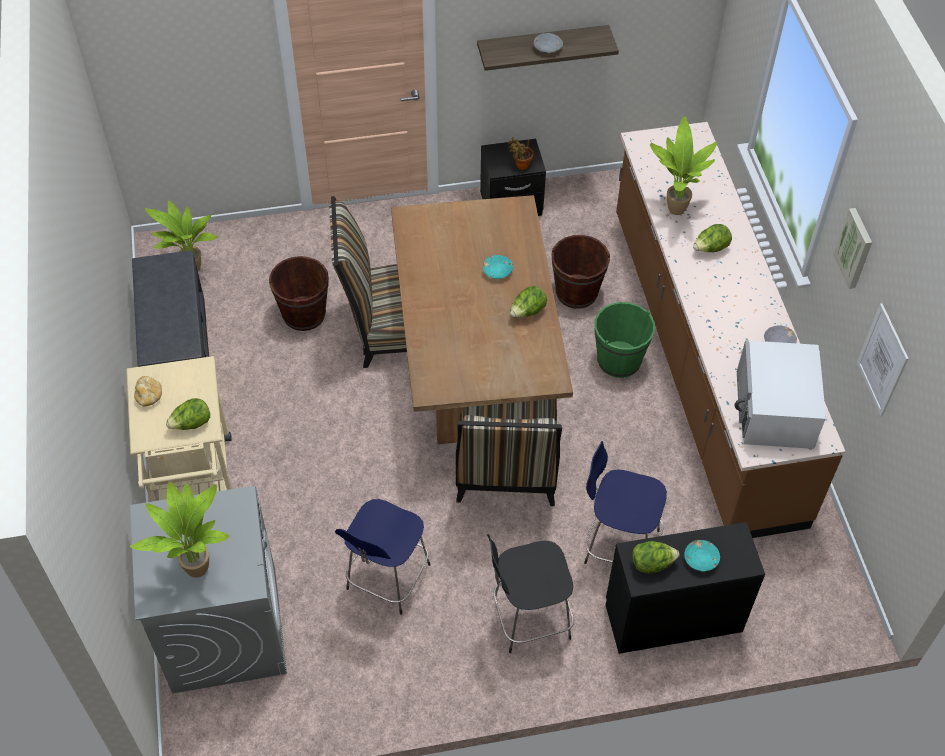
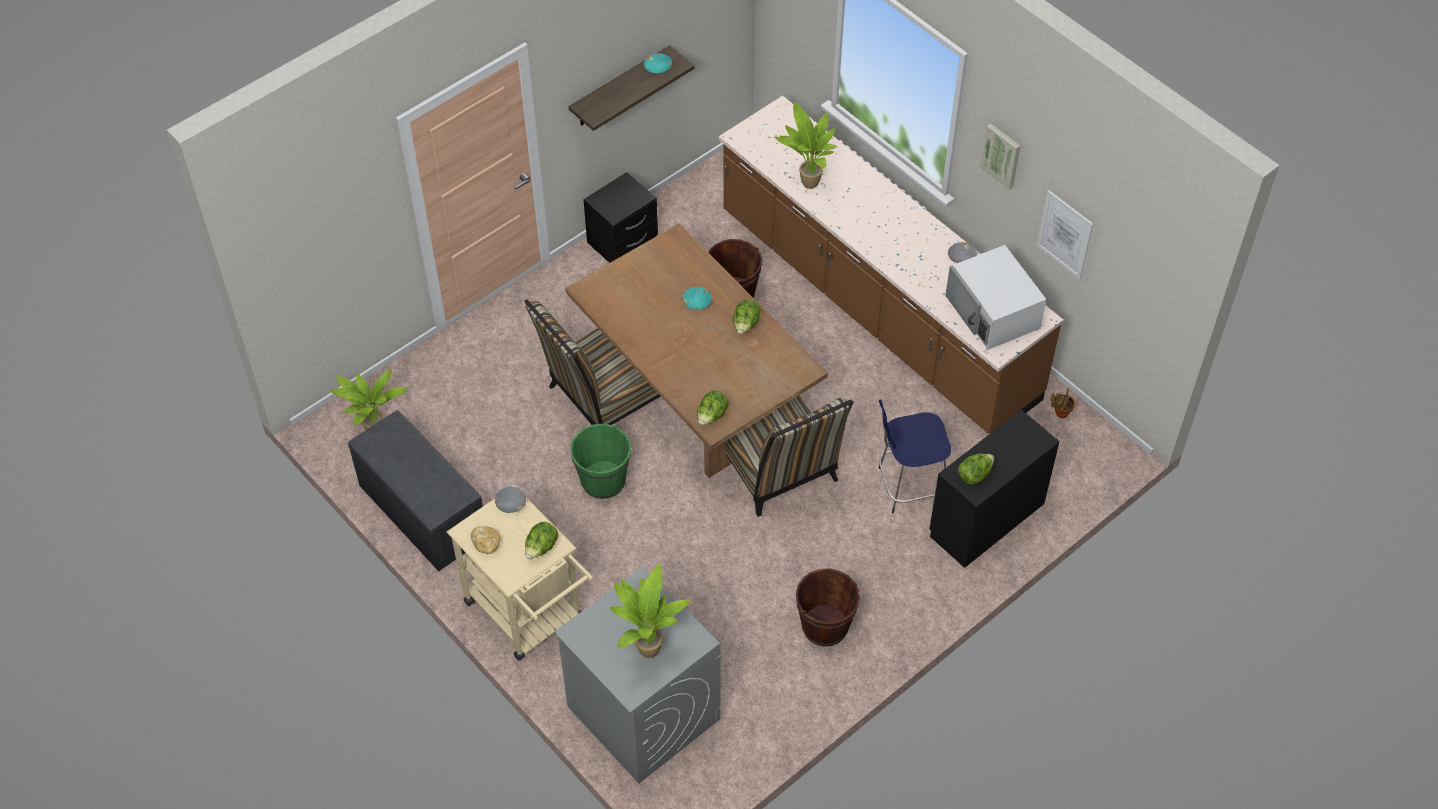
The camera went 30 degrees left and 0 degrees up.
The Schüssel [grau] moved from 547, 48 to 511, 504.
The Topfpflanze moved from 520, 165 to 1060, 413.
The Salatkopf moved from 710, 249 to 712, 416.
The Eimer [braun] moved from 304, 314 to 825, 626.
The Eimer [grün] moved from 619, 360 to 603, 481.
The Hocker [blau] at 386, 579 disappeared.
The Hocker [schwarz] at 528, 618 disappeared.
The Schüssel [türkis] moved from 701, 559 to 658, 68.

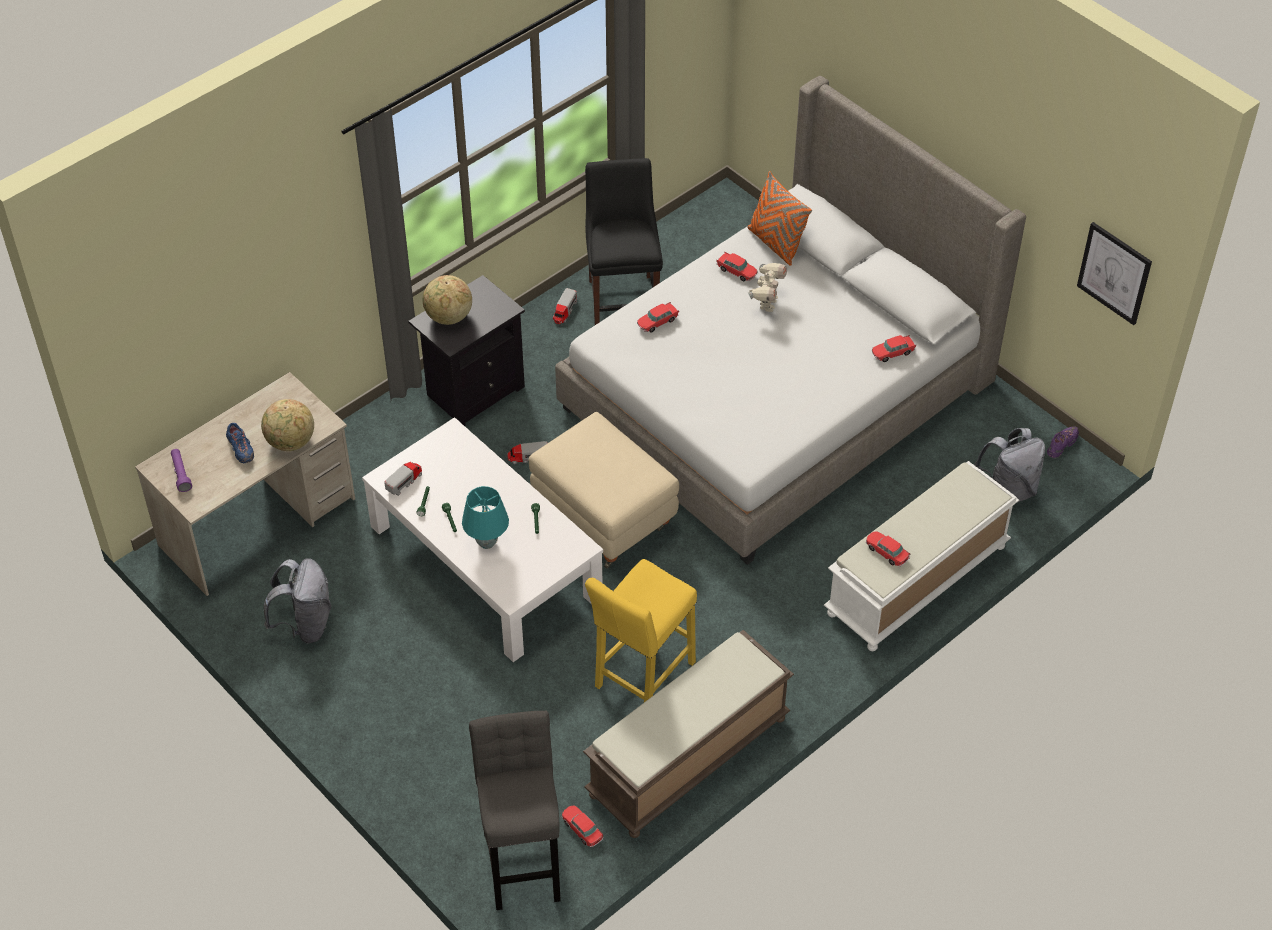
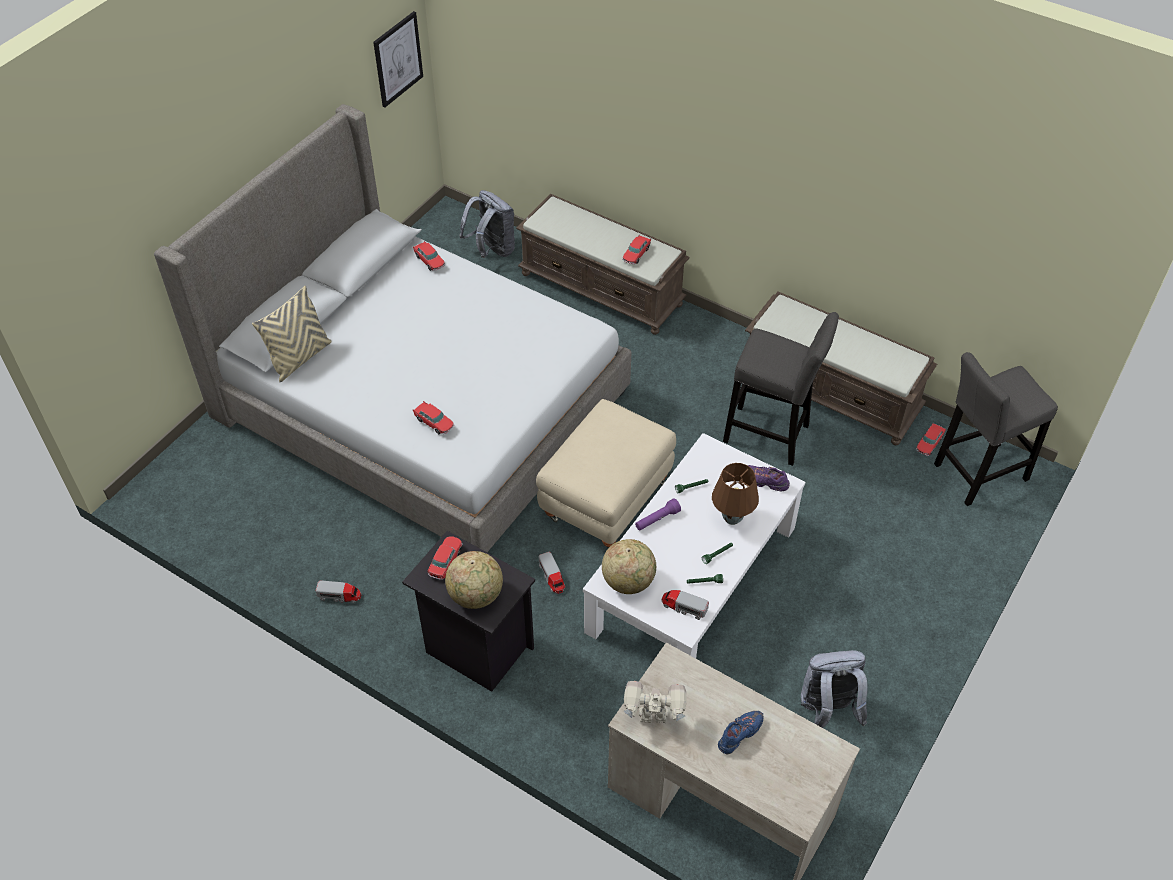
The camera went 105 degrees left and 0 degrees up.
The Stuhl [schwarz] at 623, 297 disappeared.
The Kissen [orange] at 775, 243 became the Kissen [beige] at 300, 358.
The Spielzeugauto moved from 737, 271 to 445, 561.
The Spielzeugroboter moved from 766, 303 to 653, 718.
The Globus moved from 291, 442 to 628, 581.
The Schuh [lila] moved from 1061, 445 to 765, 482.
The Taschenlampe [lila] moved from 181, 474 to 657, 520.
The Bank [weiß] at 917, 581 became the Bank [braun] at 602, 289.
The Tischlampe [türkis] at 487, 543 became the Tischlampe [braun] at 732, 518.
The Hocker [gelb] at 642, 679 became the Hocker [grau] at 770, 436.

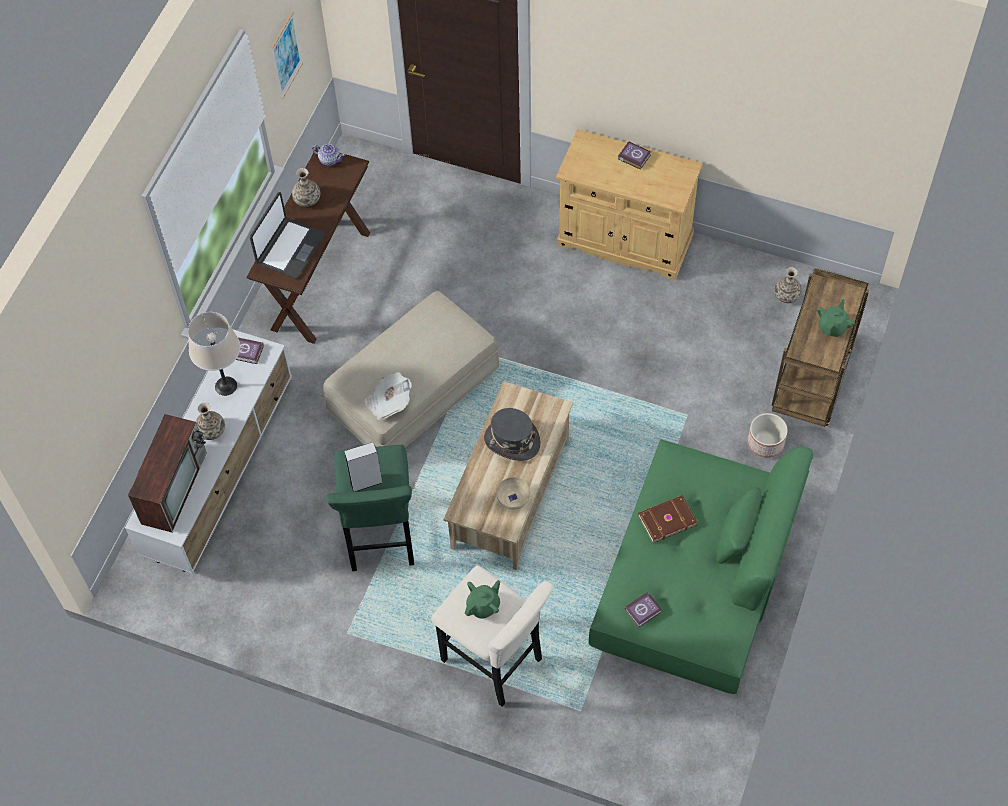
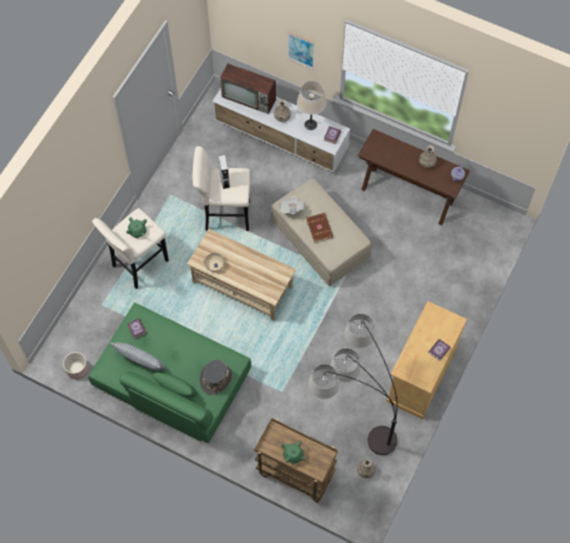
The camera went 95 degrees right and 5 degrees up.
The Bild moved from 286, 55 to 301, 50.
The Laptop at 289, 249 disappeared.
The Hut [grau] moved from 512, 441 to 216, 378.
The Pflanzkübel moved from 766, 443 to 77, 369.
The Hocker [grün] at 380, 539 became the Hocker [beige] at 224, 215.
The Buch [braun] moved from 666, 519 to 320, 228.
The Stehlampe at 351, 421 appeared.
The Kissen at 140, 360 appeared.

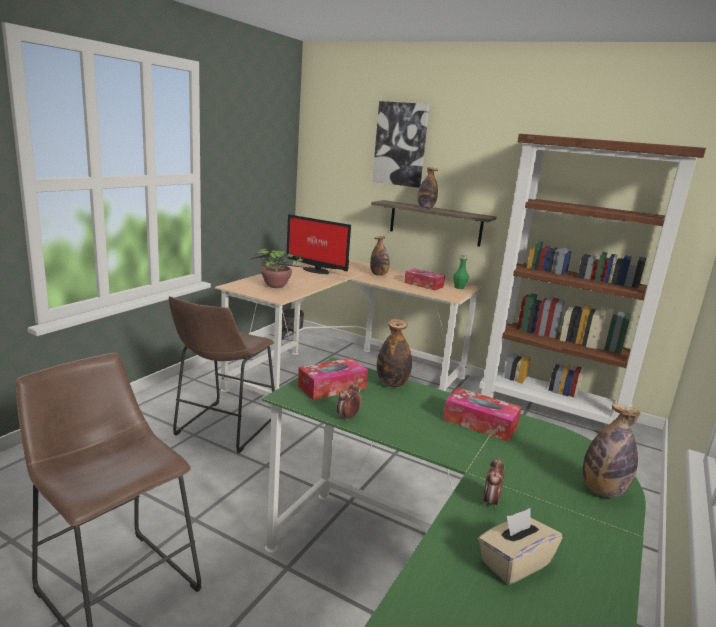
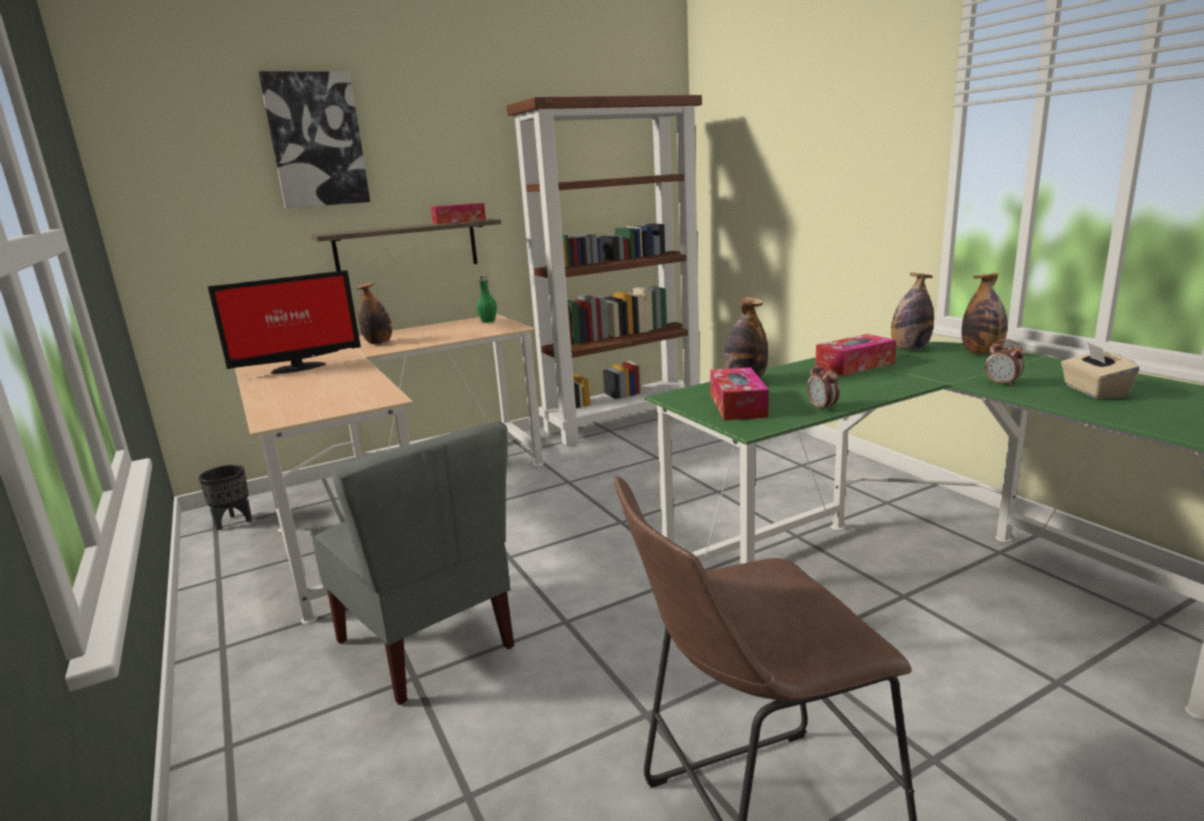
The camera went 55 degrees left and 0 degrees up.
The Flasche moved from 425, 207 to 909, 349.
The Topfpflanze at 277, 286 disappeared.
The Taschentuchbox moved from 423, 284 to 459, 221.
The Hocker [braun] at 223, 428 was replaced by the Stuhl [grau] at 428, 643.

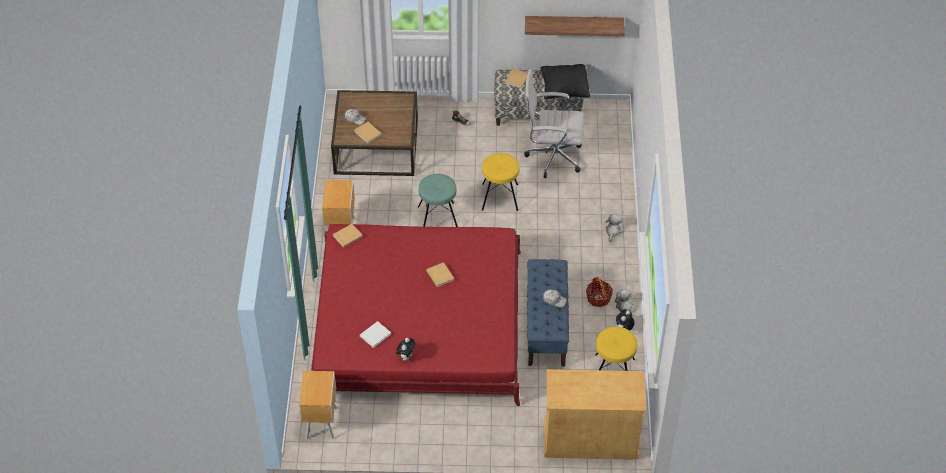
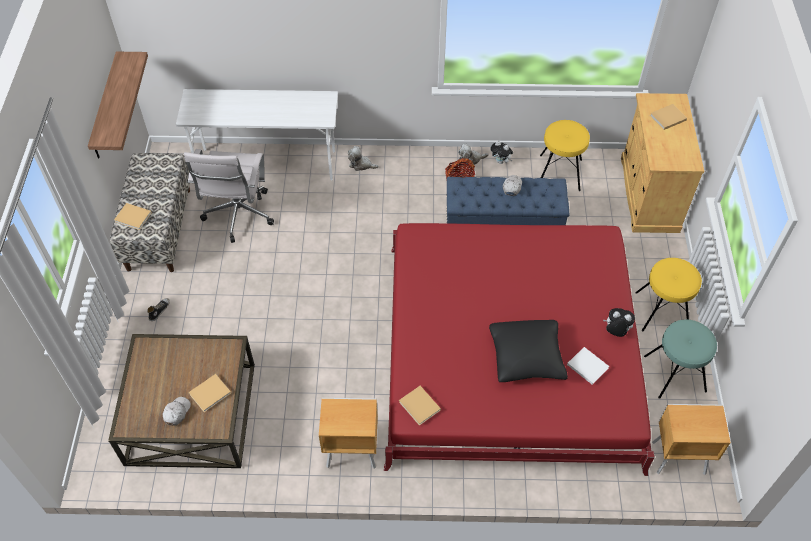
The camera went 90 degrees left and 5 degrees up.
The Kissen [schwarz] moved from 564, 88 to 526, 357.
The Hocker [gelb] moved from 500, 197 to 662, 311.
The Hocker [türkis] moved from 438, 218 to 675, 373.
The Buch [beige] moved from 439, 275 to 667, 118.
The Schreibtisch [weiß] at 268, 164 appeared.

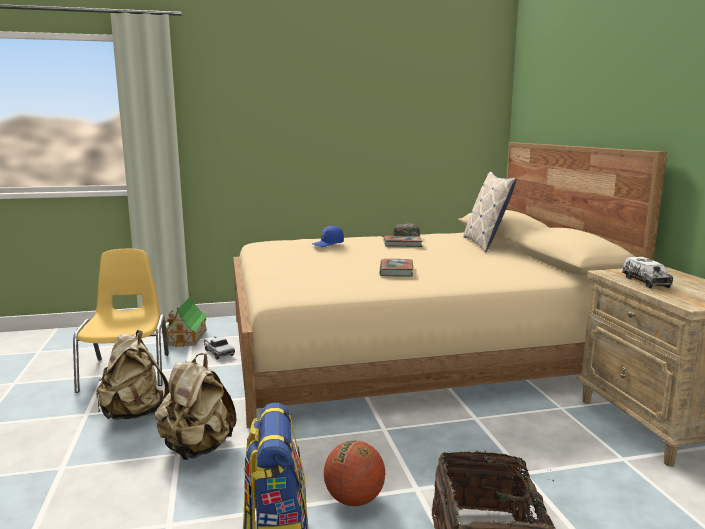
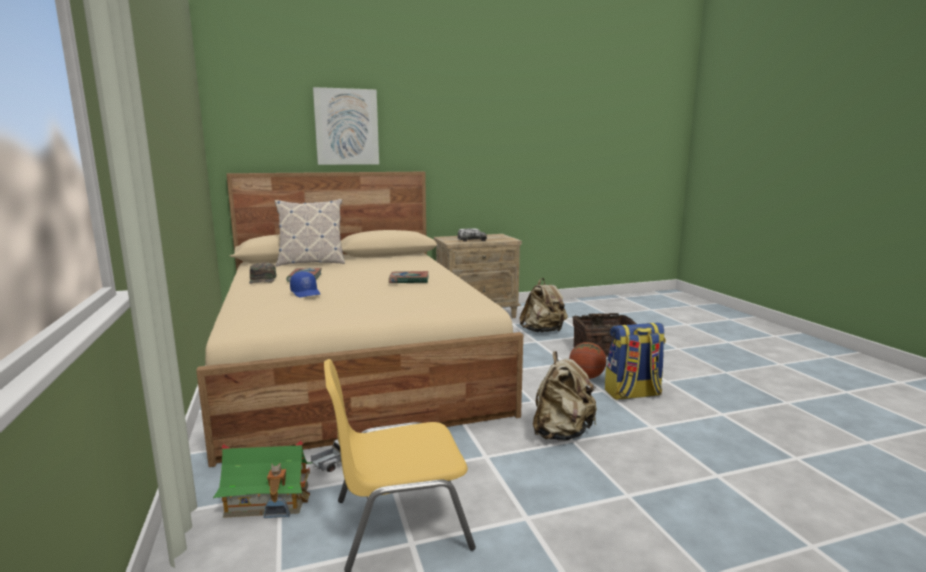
The camera went 95 degrees left and 0 degrees up.
The Rucksack [beige] moved from 135, 414 to 543, 331.
The Bild at 346, 127 appeared.

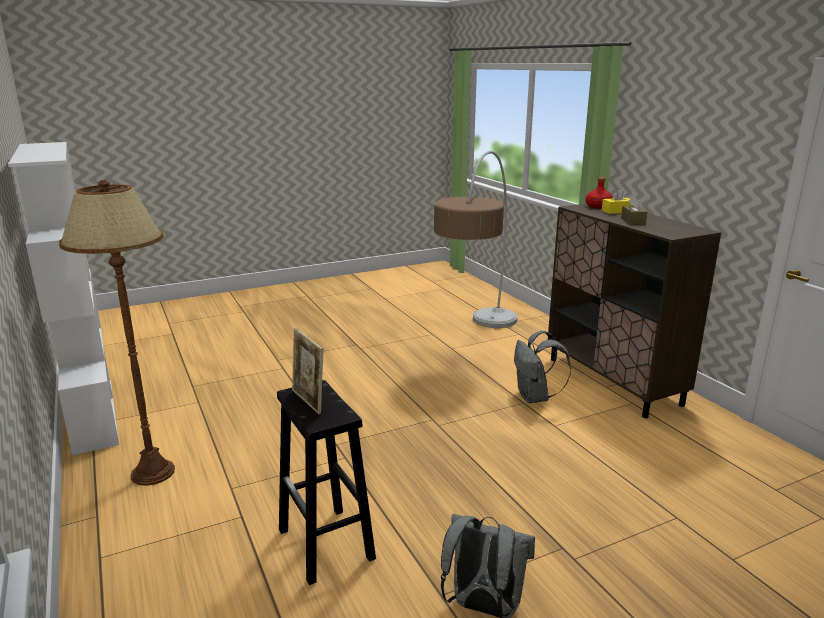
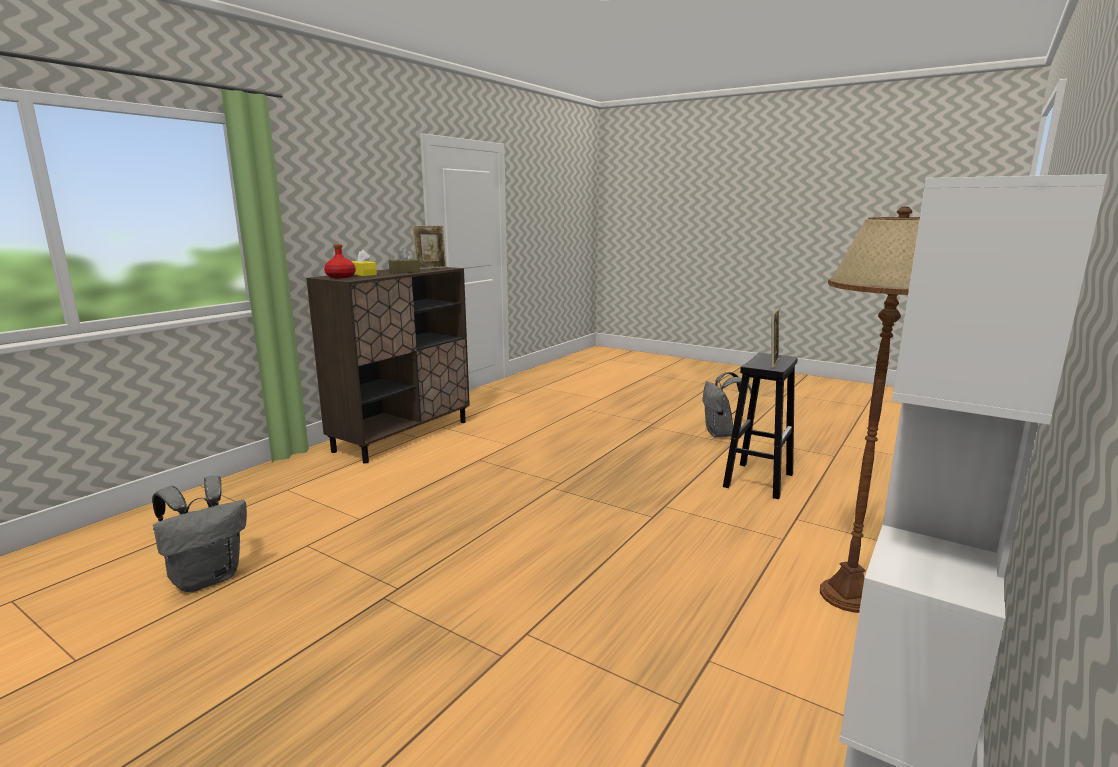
The camera went 120 degrees left and 5 degrees down.
The Stehlampe at 478, 342 disappeared.
The Rucksack [grau] moved from 535, 398 to 208, 578.
The Bilderrahmen at 431, 268 appeared.

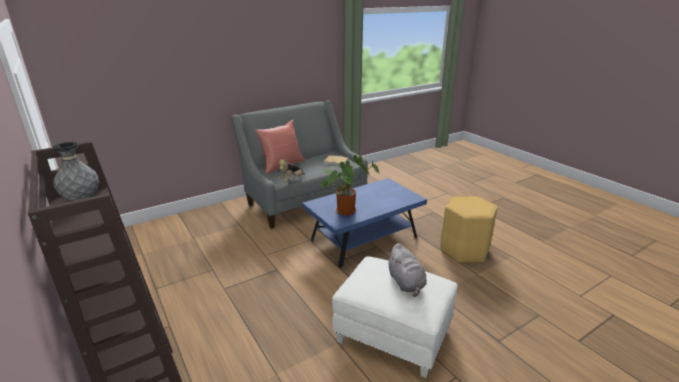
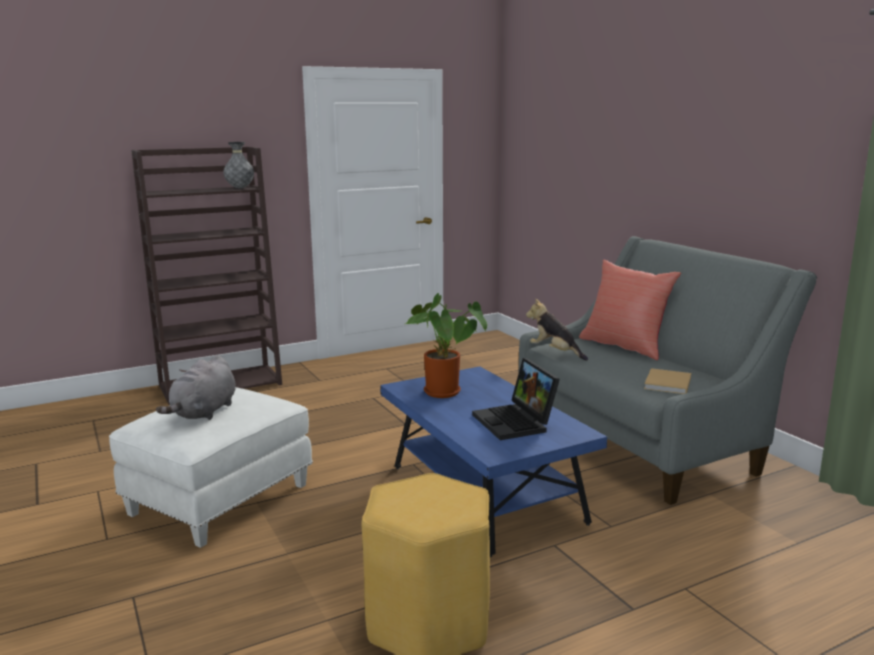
The camera went 95 degrees right and 10 degrees down.
The Plüschtier [grau] at 406, 283 turned 60 degrees counterclockwise.
The Laptop at 516, 423 appeared.

